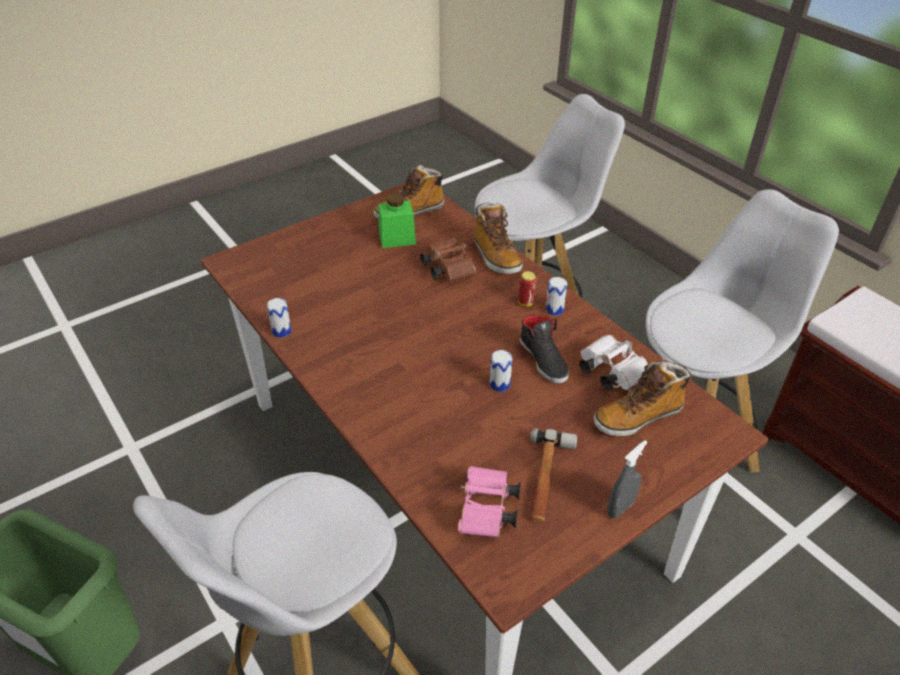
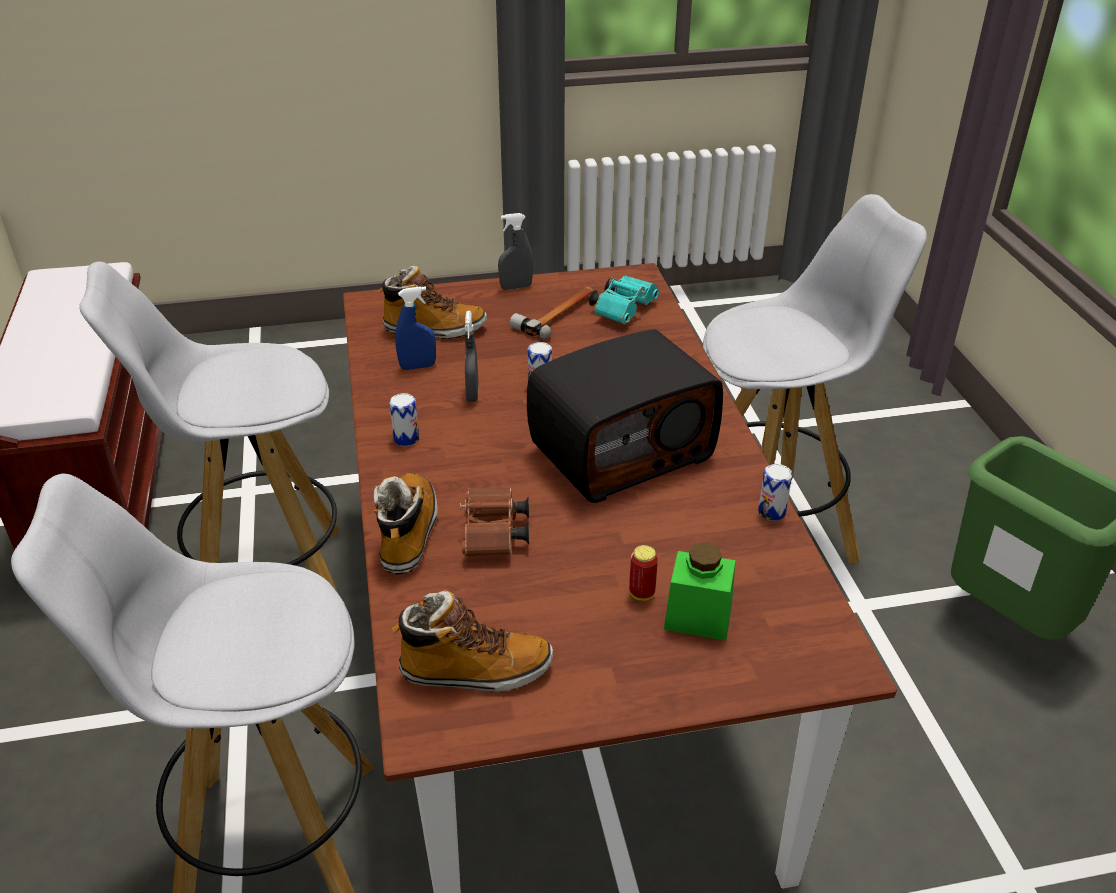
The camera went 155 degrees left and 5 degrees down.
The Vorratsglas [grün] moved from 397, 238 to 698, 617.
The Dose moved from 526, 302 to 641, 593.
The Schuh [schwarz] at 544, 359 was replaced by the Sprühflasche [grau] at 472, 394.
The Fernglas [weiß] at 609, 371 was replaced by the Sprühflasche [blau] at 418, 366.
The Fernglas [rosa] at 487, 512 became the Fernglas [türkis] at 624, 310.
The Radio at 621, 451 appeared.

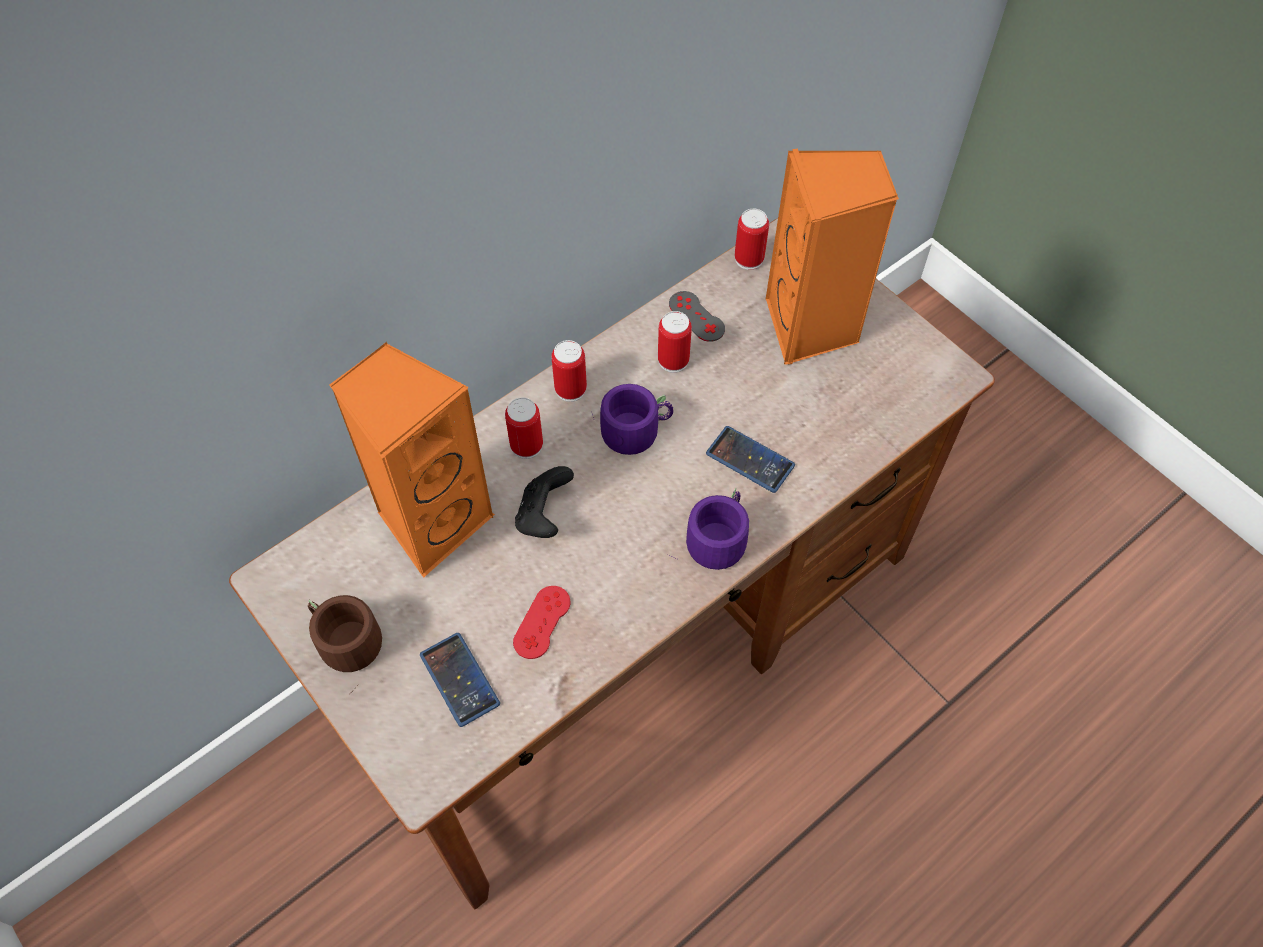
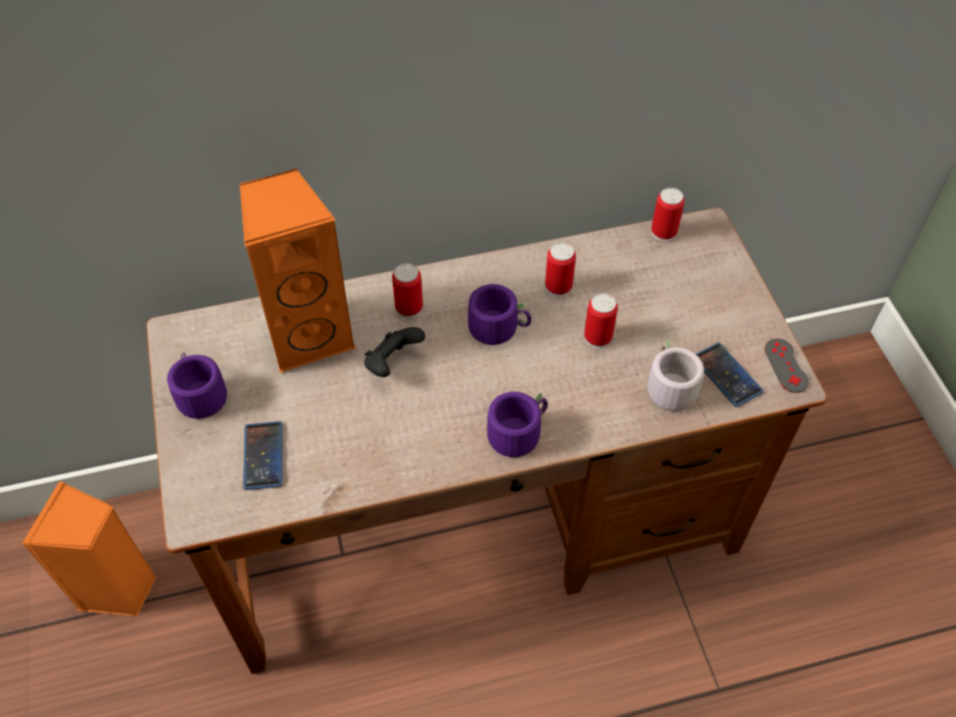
The camera went 25 degrees right and 5 degrees down.
The Lautsprecher [orange] moved from 812, 327 to 119, 589.
The Gamepad [grau] moved from 696, 316 to 786, 365.
The Dose moved from 570, 389 to 598, 337.
The Handy moved from 750, 460 to 726, 375.
The Gamepad [rot] at 542, 622 disappeared.
The Henkelbecher [braun] at 343, 643 became the Henkelbecher [lila] at 197, 396.
The Henkelbecher [grau] at 666, 387 appeared.

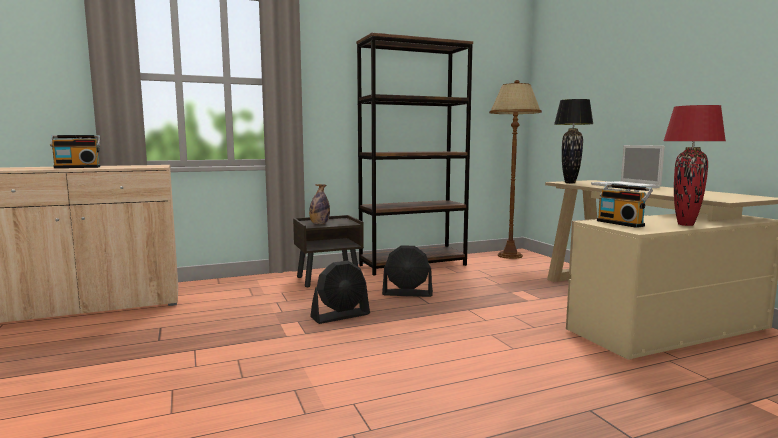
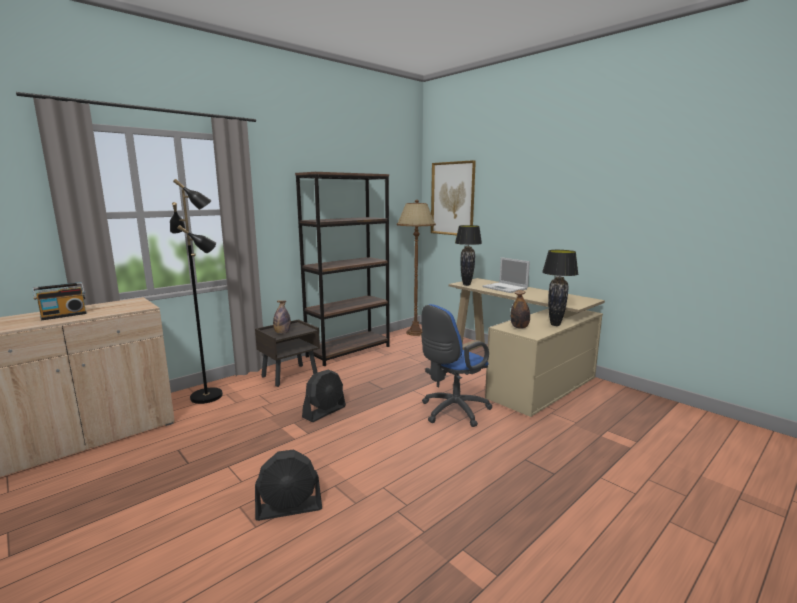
The camera went 20 degrees left and 5 degrees up.
The Tischlampe [rot] at 686, 224 became the Tischlampe [schwarz] at 555, 325.
The Radio at 621, 223 was replaced by the Flasche at 519, 327.
The Ventilator [schwarz] moved from 407, 293 to 289, 508.
The Bild at 452, 198 appeared.
The Stehlampe [schwarz] at 207, 396 appeared.
The Bürostuhl [blau] at 452, 412 appeared.

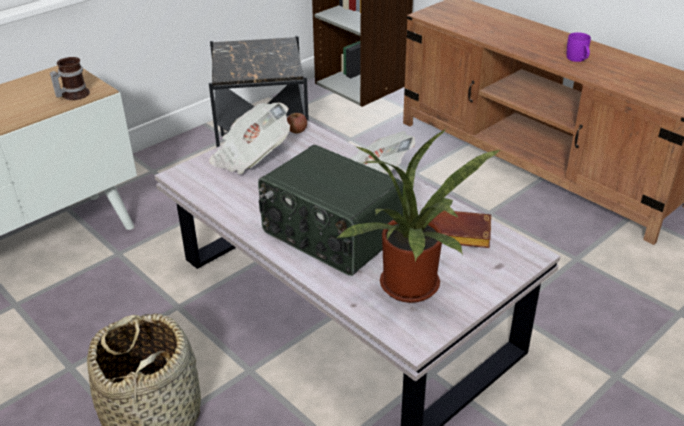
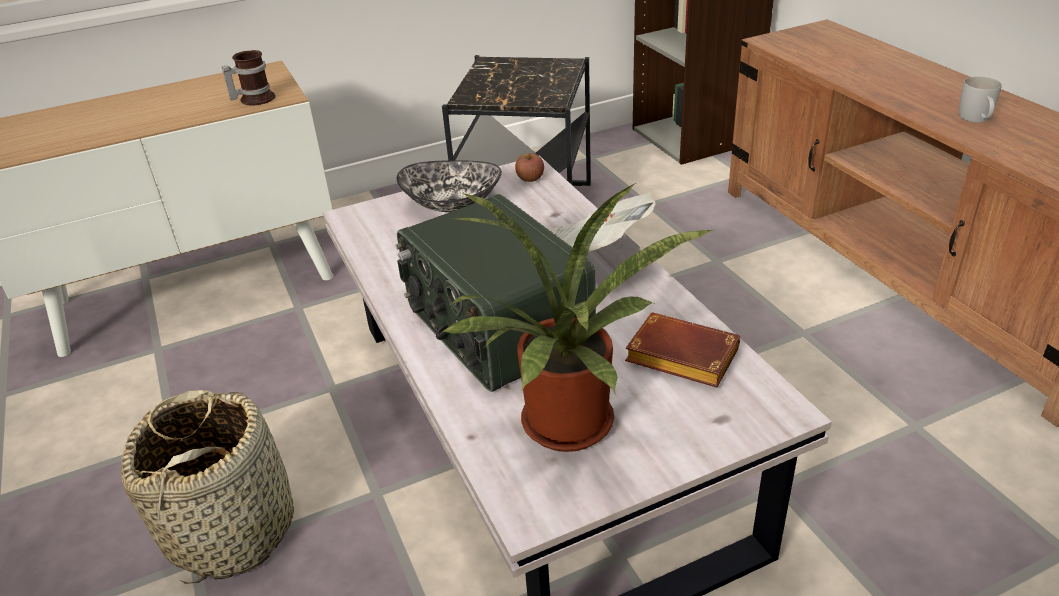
The camera went 20 degrees right and 0 degrees up.
The Henkelbecher [lila] at 578, 60 became the Henkelbecher [weiß] at 976, 119.
The Zeitung at 251, 157 was replaced by the Schüssel at 452, 204.

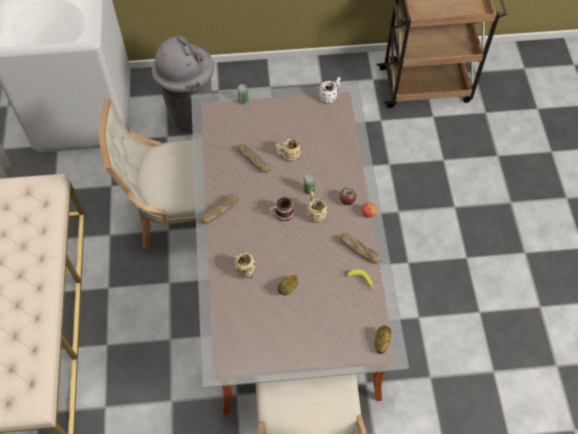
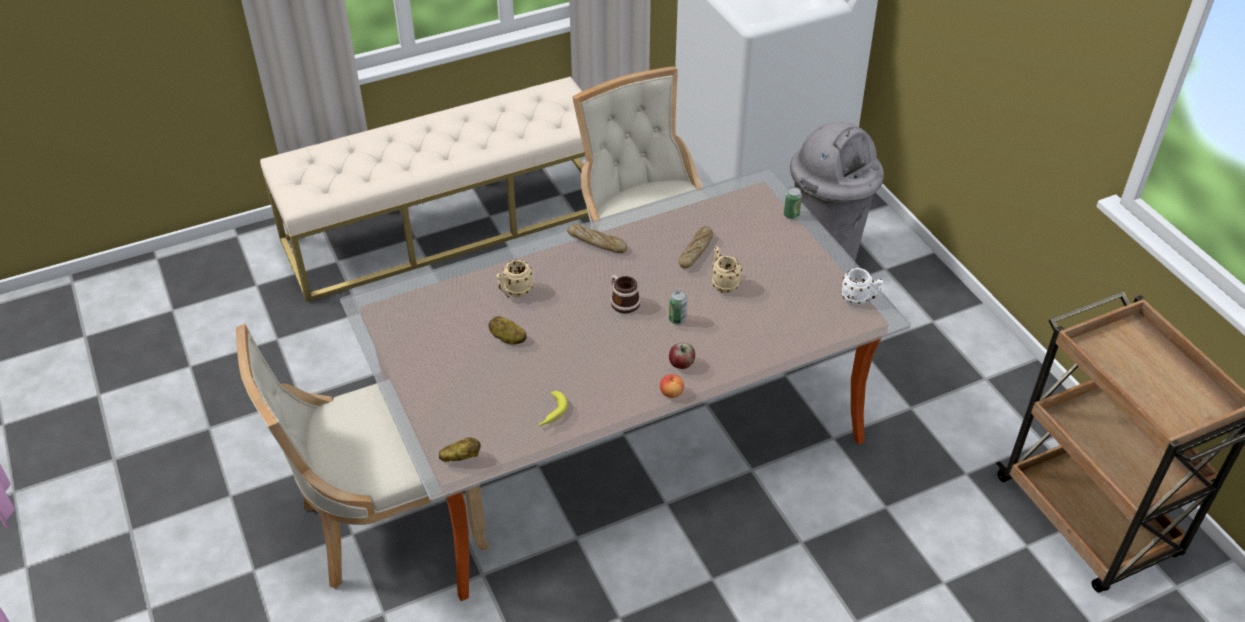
The camera went 70 degrees right and 15 degrees down.
The Henkelbecher [beige] at 315, 213 disappeared.
The Brot at 359, 250 disappeared.

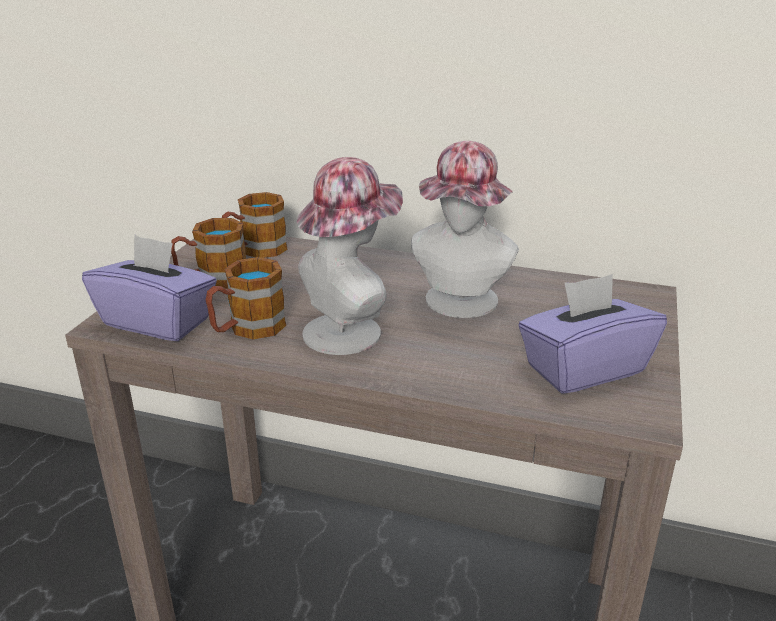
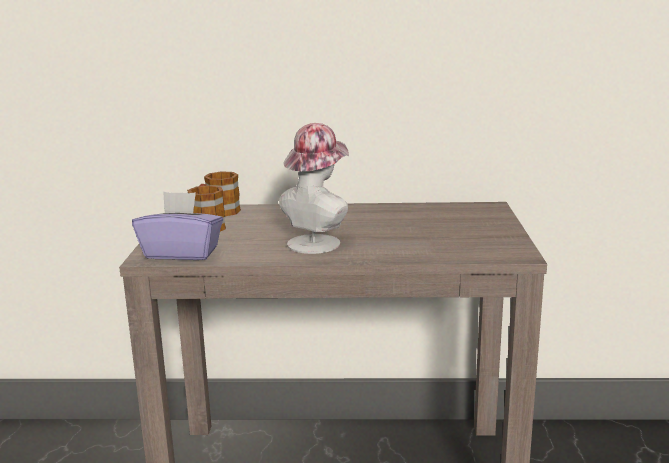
The camera went 15 degrees left and 10 degrees down.
The Hut at 460, 305 disappeared.
The Henkelbecher at 247, 329 disappeared.
The Taschentuchbox [lila] at 583, 368 disappeared.

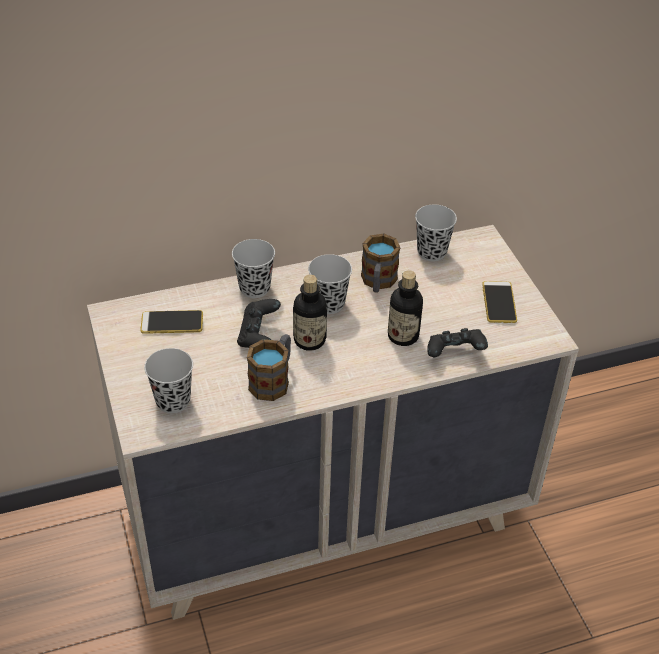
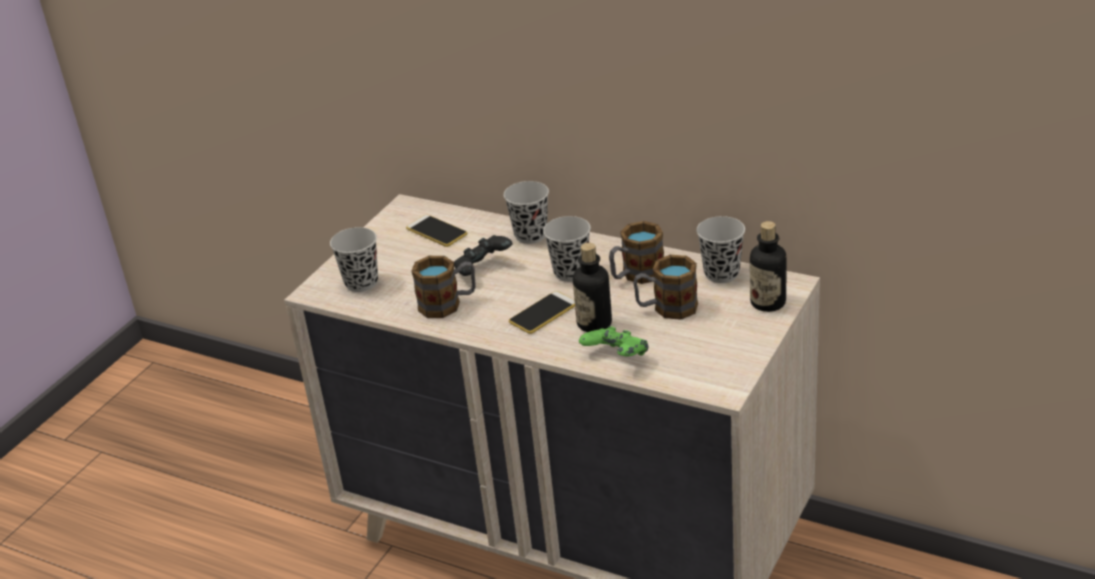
The camera went 50 degrees right and 10 degrees down.
The Flasche moved from 309, 340 to 768, 303.
The Handy moved from 499, 302 to 543, 313.
The Gamepad [schwarz] at 455, 354 became the Gamepad [grün] at 616, 358.
The Henkelbecher at 666, 308 appeared.

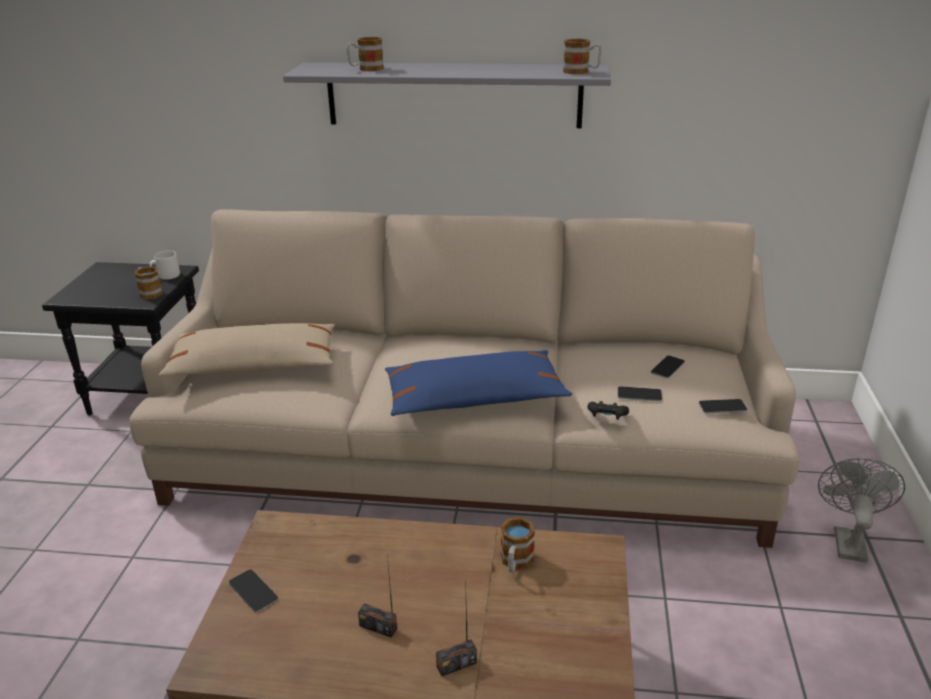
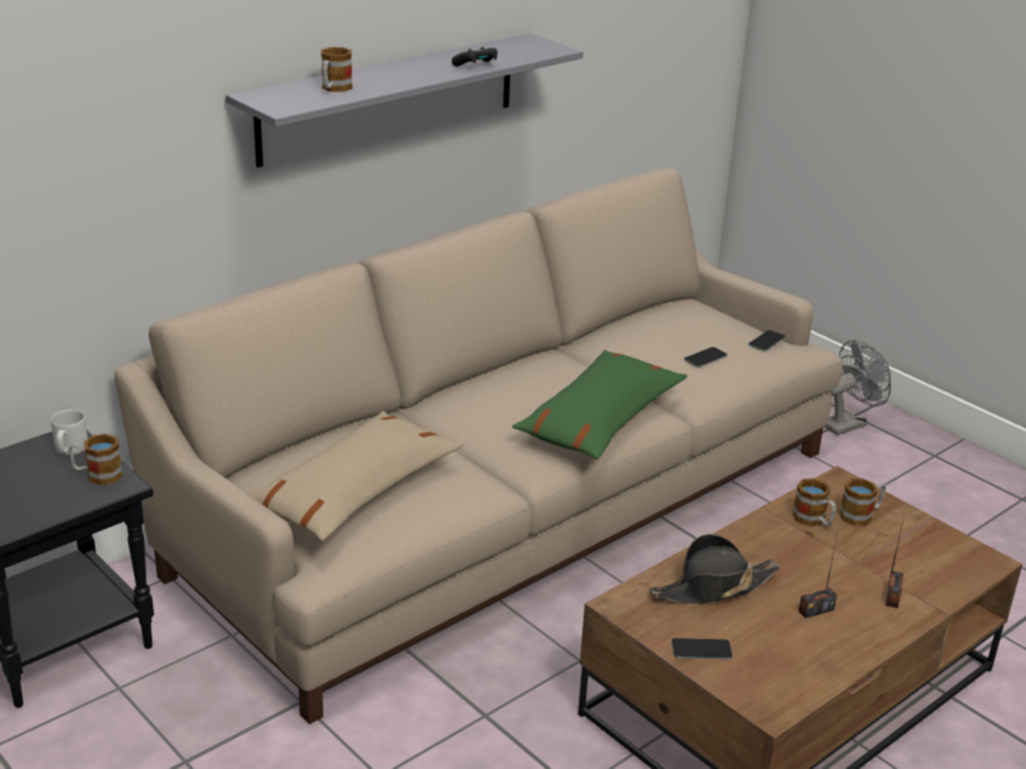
The camera went 50 degrees left and 0 degrees up.
The Henkelbecher moved from 581, 72 to 861, 515.
The Kissen [blau] at 474, 398 became the Kissen [grün] at 599, 420.
The Handy at 667, 367 disappeared.
The Gamepad [schwarz] moved from 606, 417 to 476, 66.
The Ventilator [grau] at 847, 540 turned 90 degrees clockwise.
The Hut [schwarz] at 713, 587 appeared.

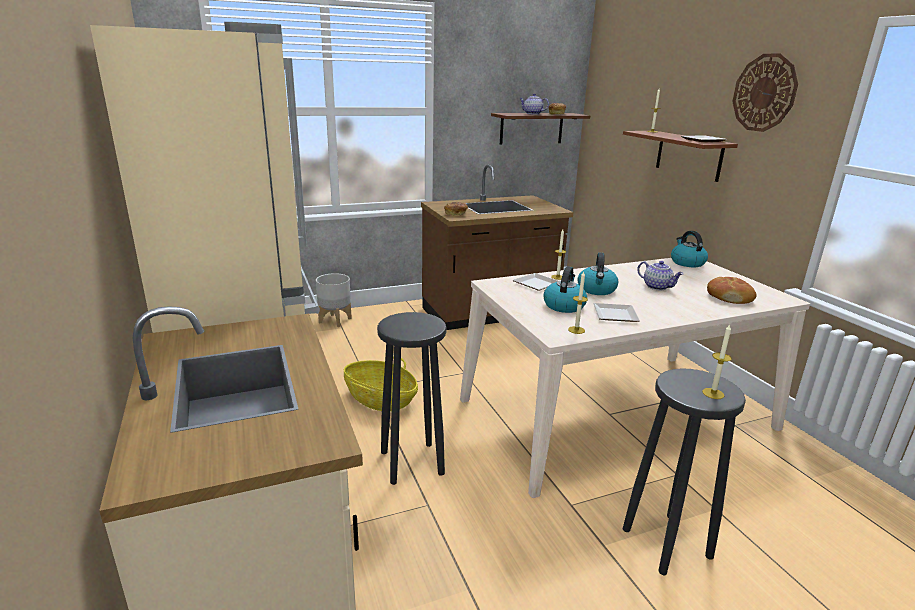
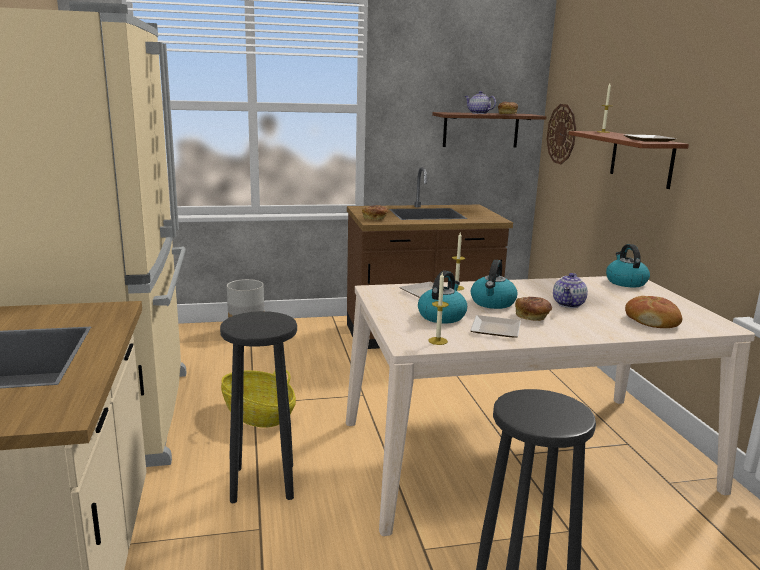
The camera went 10 degrees right and 5 degrees down.
The Wanduhr moved from 764, 93 to 562, 134.
The Teekanne at 657, 287 turned 60 degrees clockwise.
The Kerze at 713, 393 disappeared.
The Brot at 532, 317 appeared.

